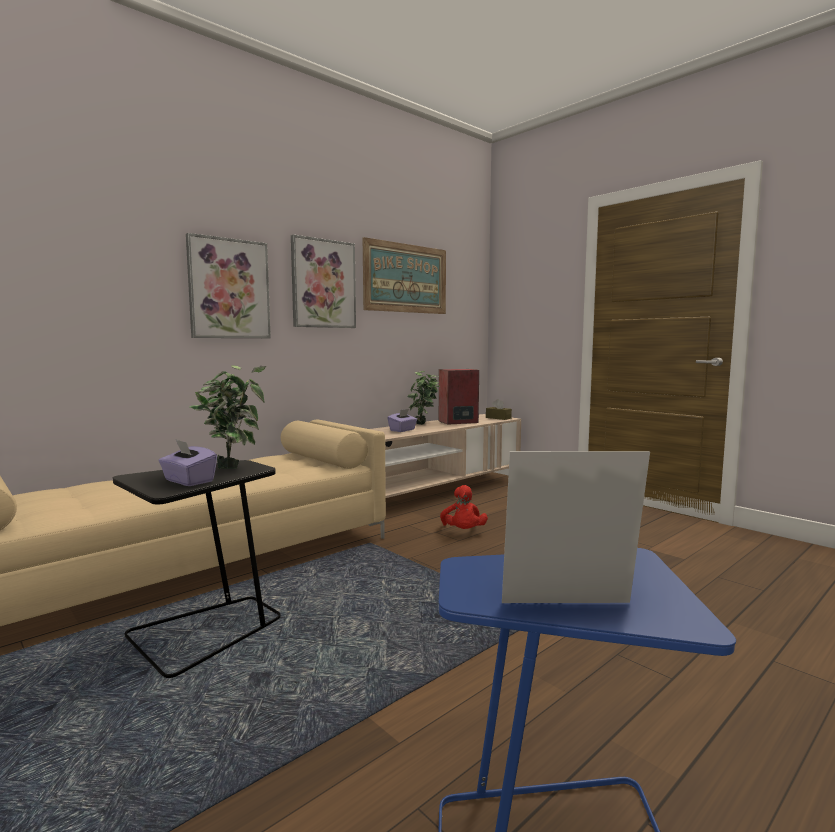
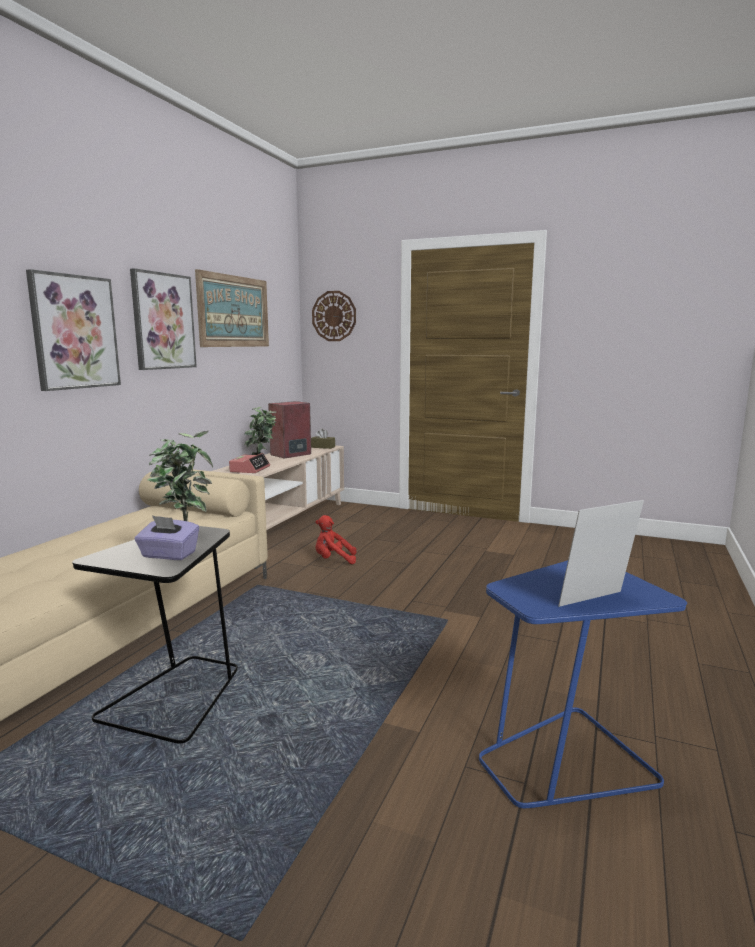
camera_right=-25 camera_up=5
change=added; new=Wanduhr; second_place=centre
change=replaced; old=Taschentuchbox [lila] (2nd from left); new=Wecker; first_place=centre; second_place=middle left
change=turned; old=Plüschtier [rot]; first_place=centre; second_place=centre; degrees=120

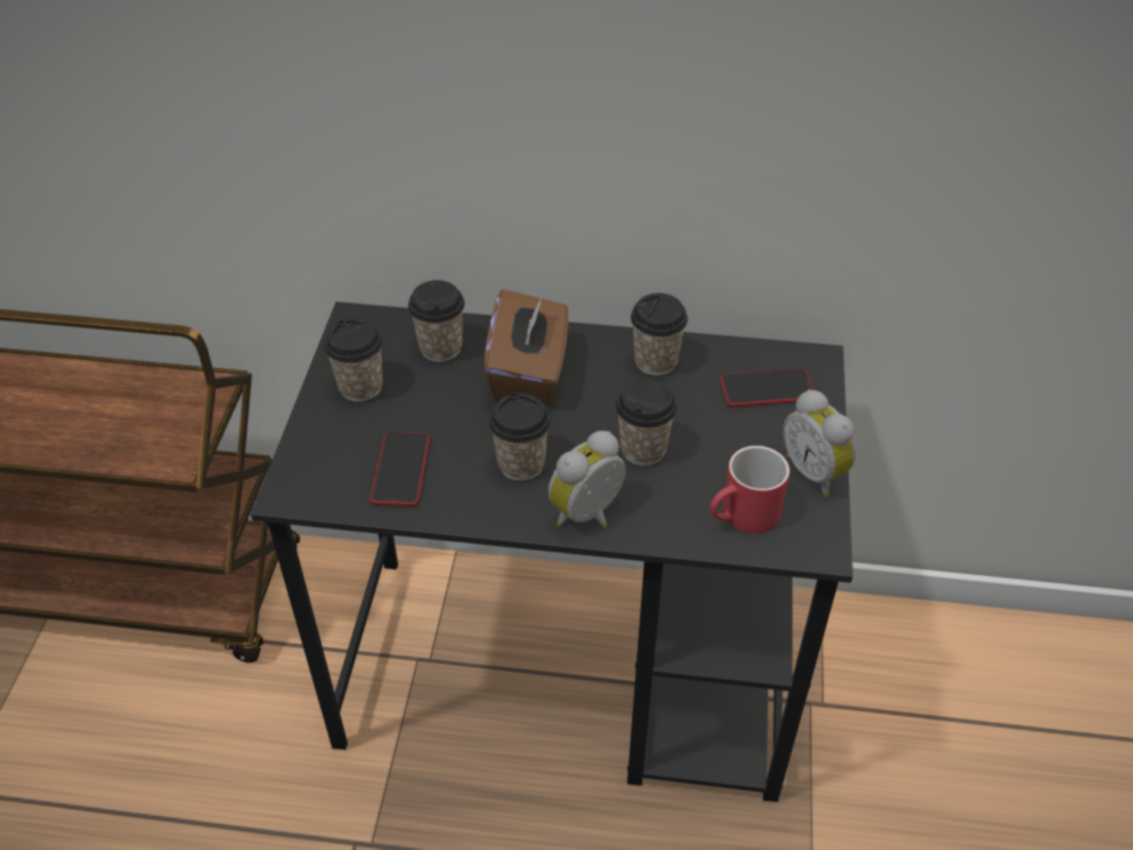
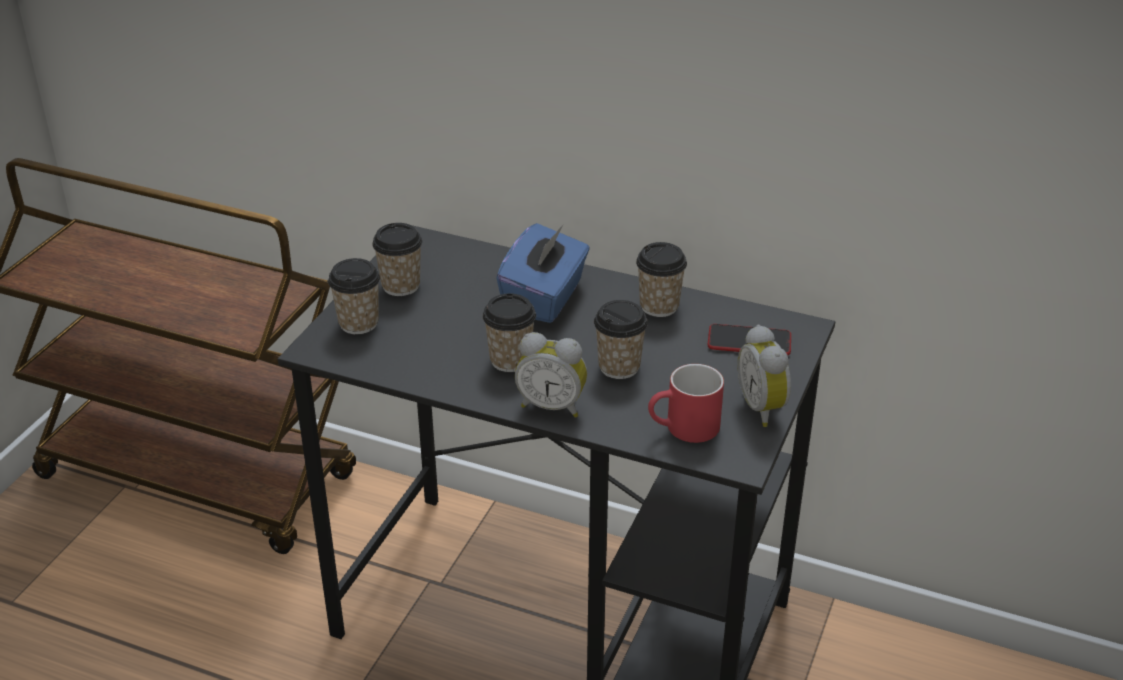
camera_right=15 camera_up=-10
change=removed; old=Handy (1st from left); first_place=centre
change=moved; old=Tasse (2nd from left in the first image); new=Tasse (1st from left); first_place=centre; second_place=middle left
change=recoloured; old=Taschentuchbox [braun]; new=Taschentuchbox [blau]; first_place=centre; second_place=centre
change=turned; old=Wecker (1st from left); first_place=centre; second_place=centre; degrees=-135

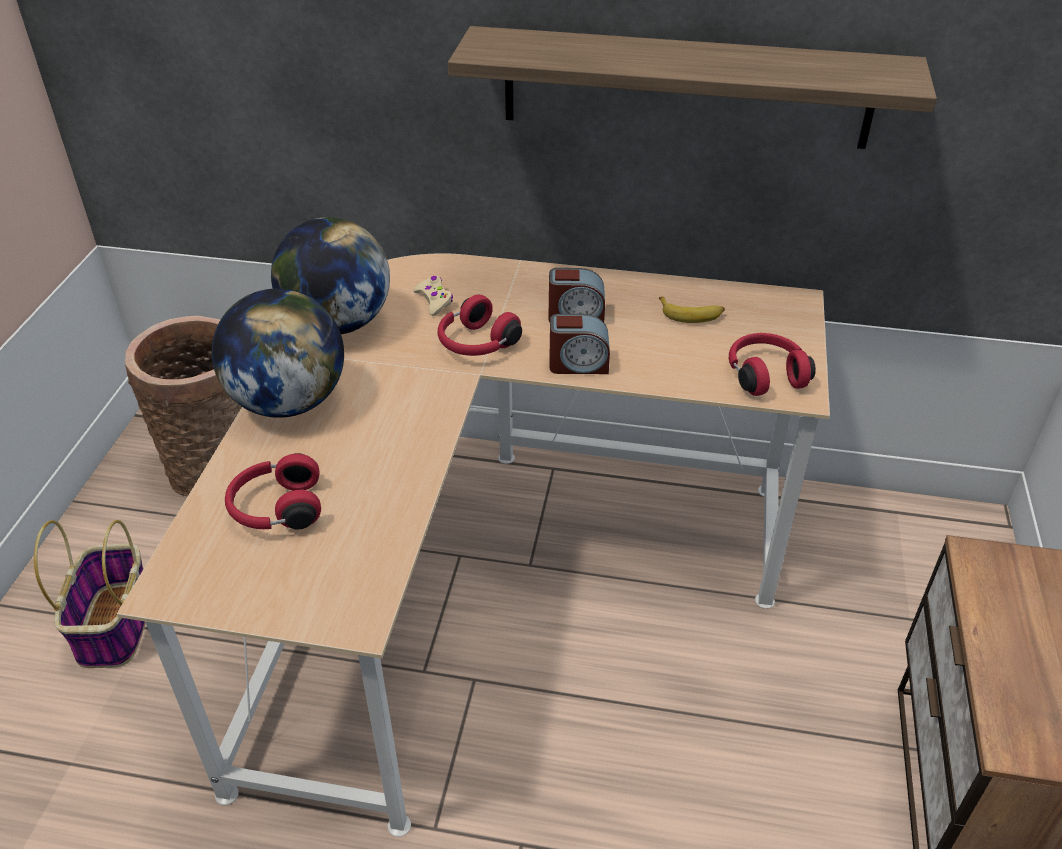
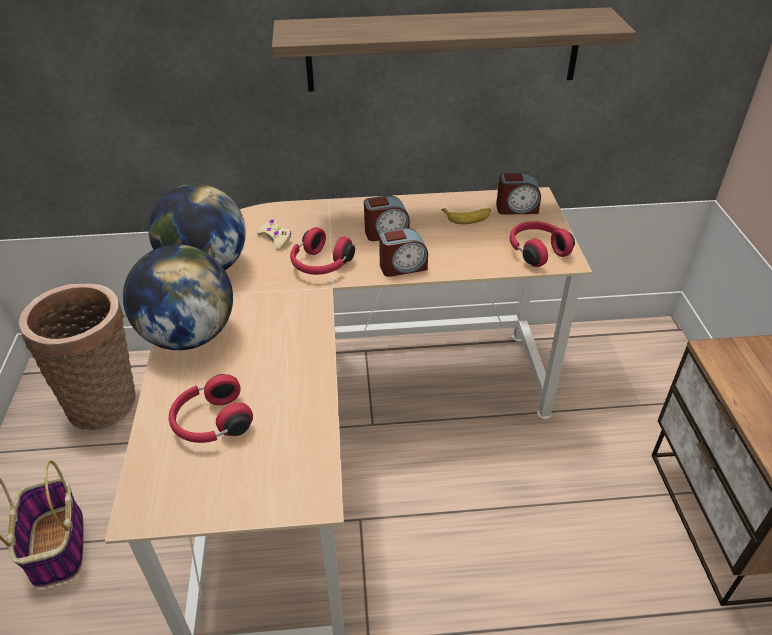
camera_right=-15 camera_up=0
change=added; new=Wecker (3rd from left); second_place=top right

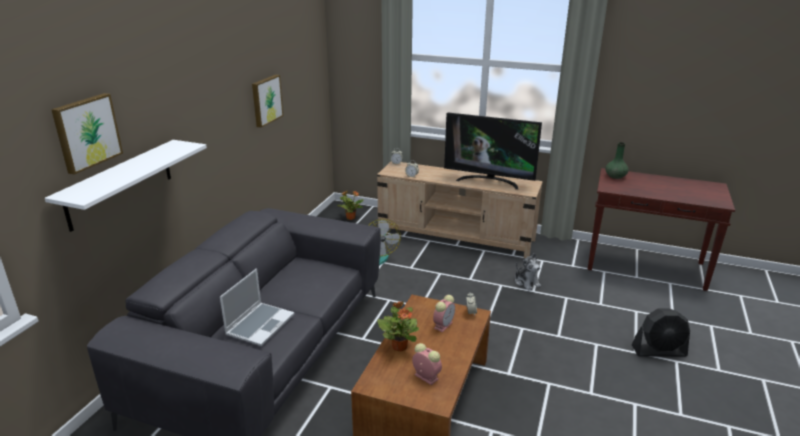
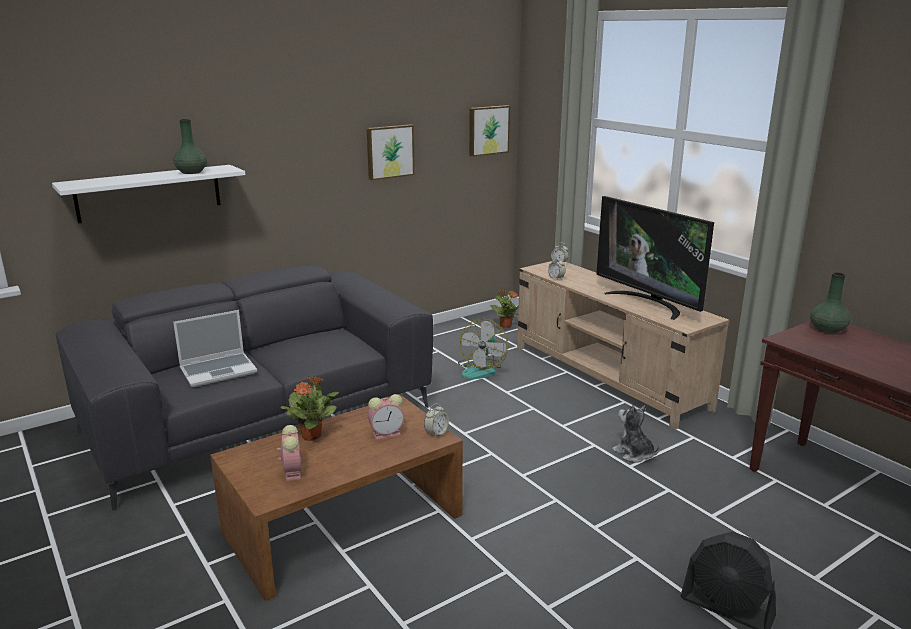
camera_right=35 camera_up=-5
change=added; new=Vase [grün] (1st from left); second_place=top left
change=moved; old=Bild (1st from left in the first image); new=Bild (2nd from left); first_place=top left; second_place=top centre
change=turned; old=Plüschtier; first_place=centre; second_place=bottom right; degrees=135

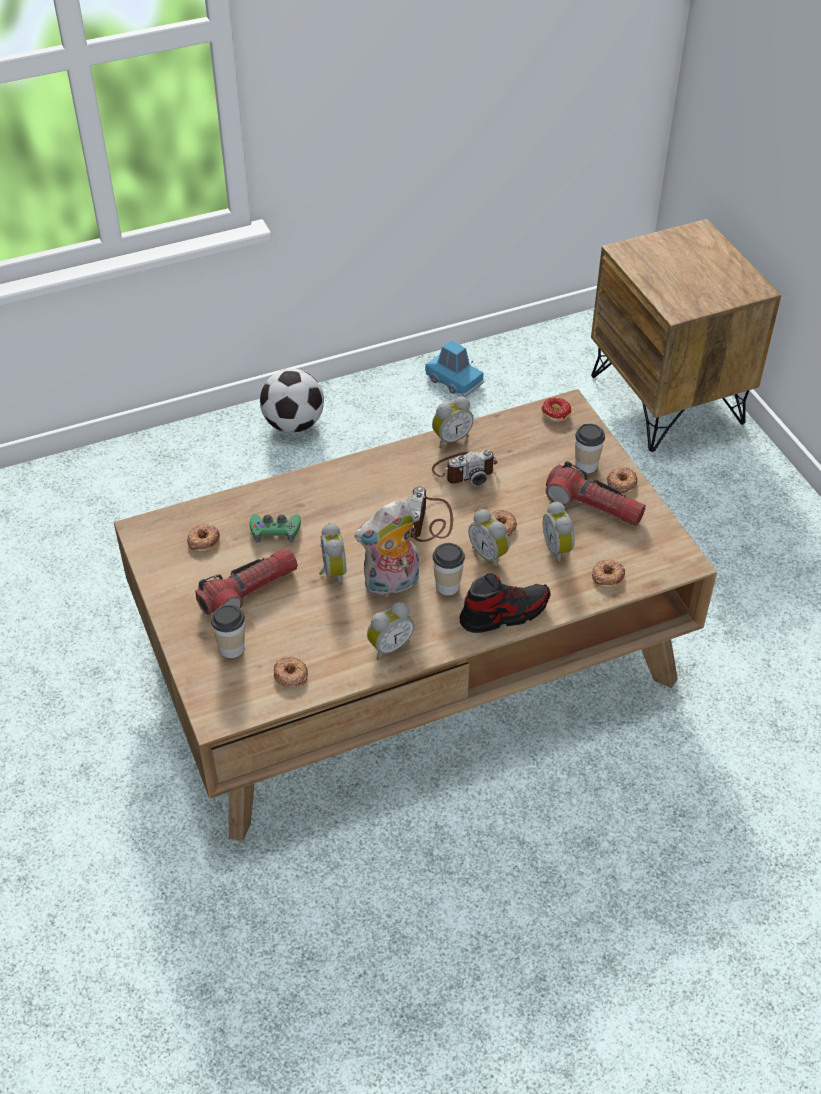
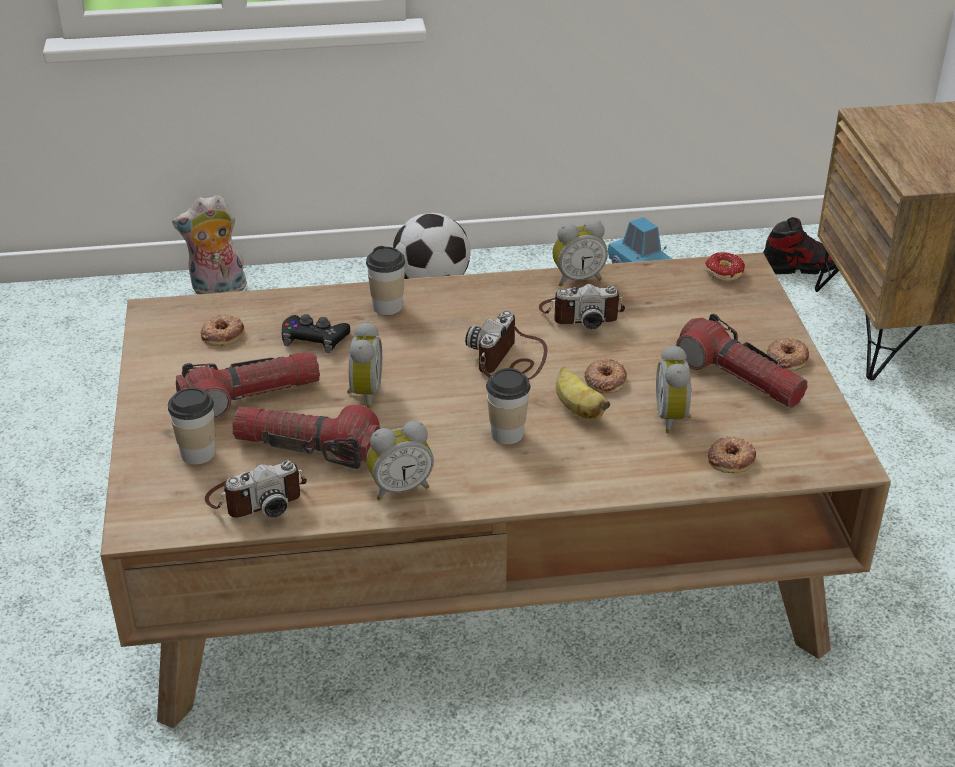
camera_right=15 camera_up=-10
change=added; new=Taschenlampe (2nd from left); second_place=middle left
change=moved; old=Plüschtier; first_place=centre; second_place=top left
change=moved; old=Schuh; first_place=centre; second_place=top right
change=moved; old=Tasse (3rd from left in the first image); new=Tasse (2nd from left); first_place=middle right; second_place=centre
change=replaced; old=Donut (2nd from left); new=Kamera (1st from left); first_place=centre; second_place=middle left
change=replaced; old=Wecker (4th from left); new=Banane; first_place=centre; second_place=centre
change=recoloured; old=Gamepad [grün]; new=Gamepad [schwarz]; first_place=centre; second_place=middle left

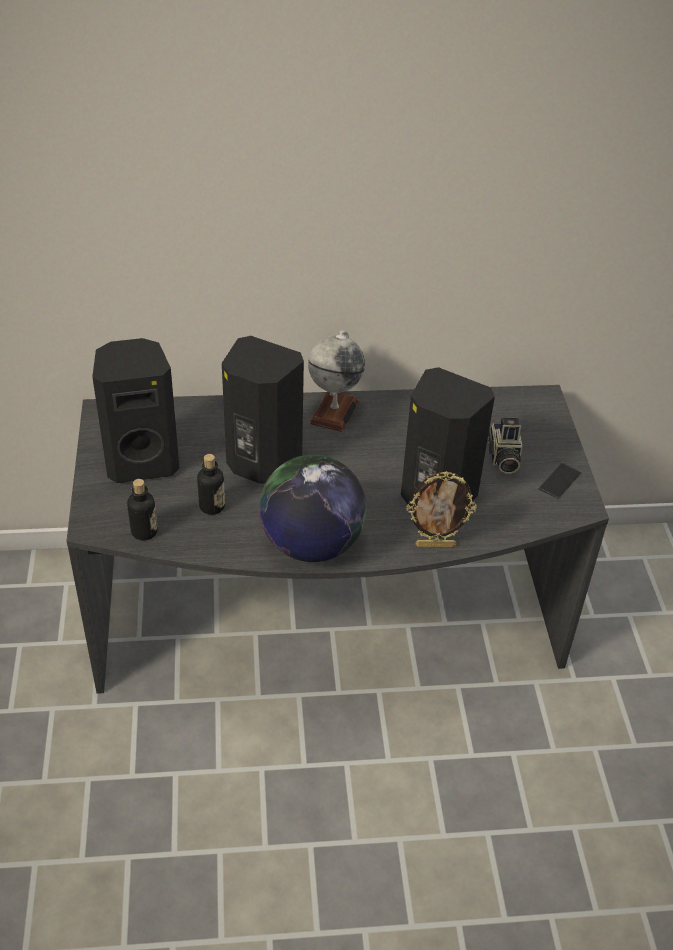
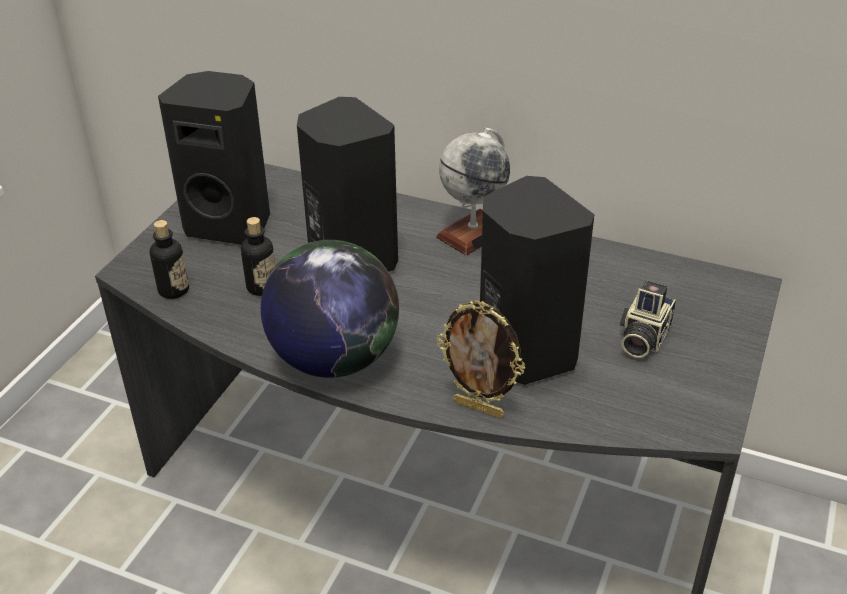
camera_right=30 camera_up=-5
change=removed; old=Handy; first_place=middle right

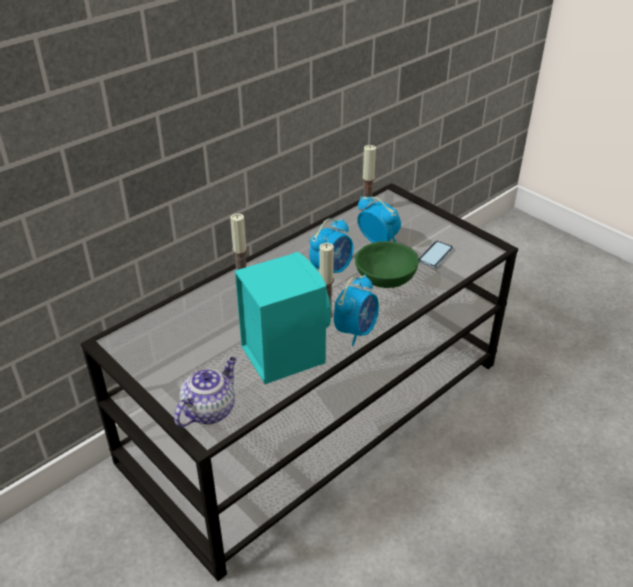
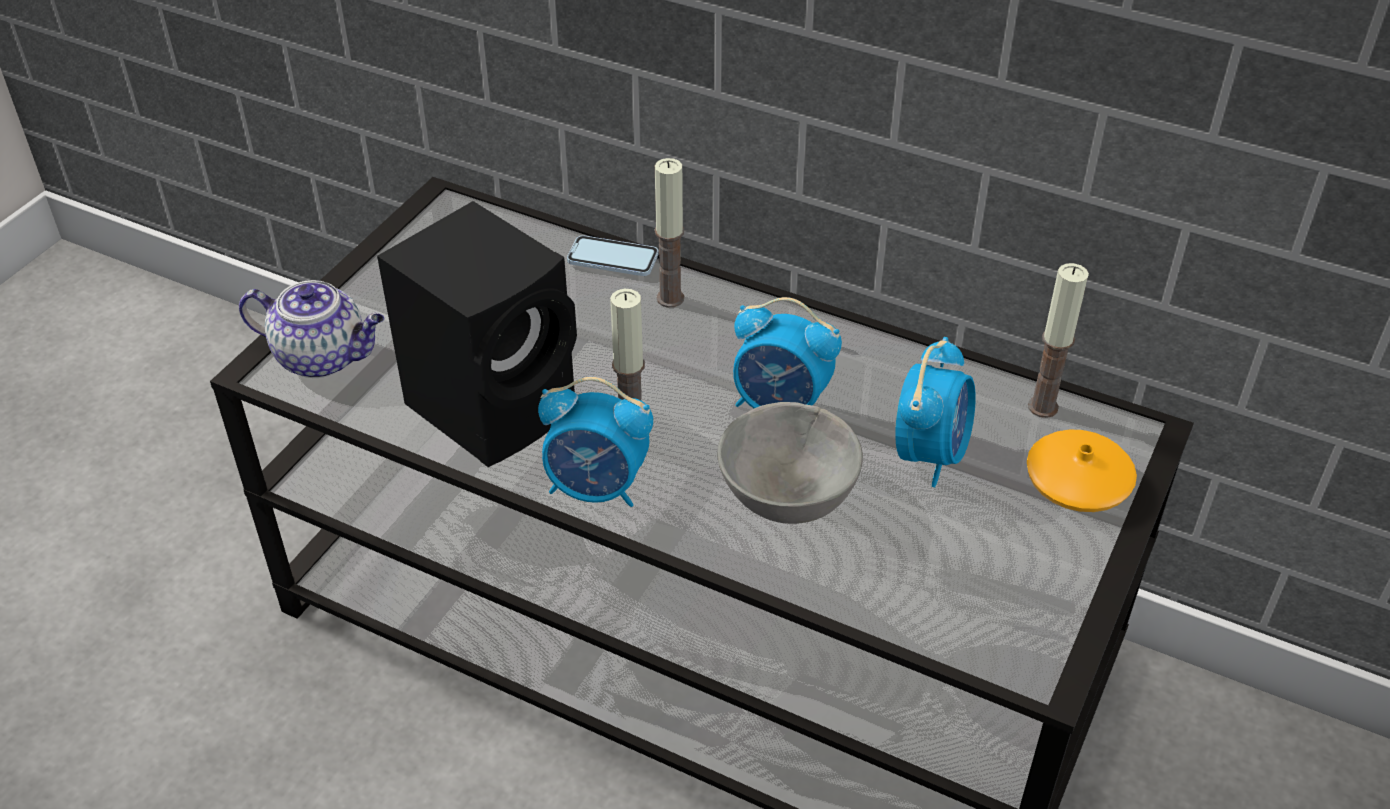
camera_right=70 camera_up=5
change=added; new=Vase [orange]; second_place=middle right
change=moved; old=Handy; first_place=middle right; second_place=top centre
change=recoloured; old=Lautsprecher [türkis]; new=Lautsprecher [schwarz]; first_place=centre; second_place=centre
change=recoloured; old=Schüssel [grün]; new=Schüssel [grau]; first_place=centre; second_place=centre

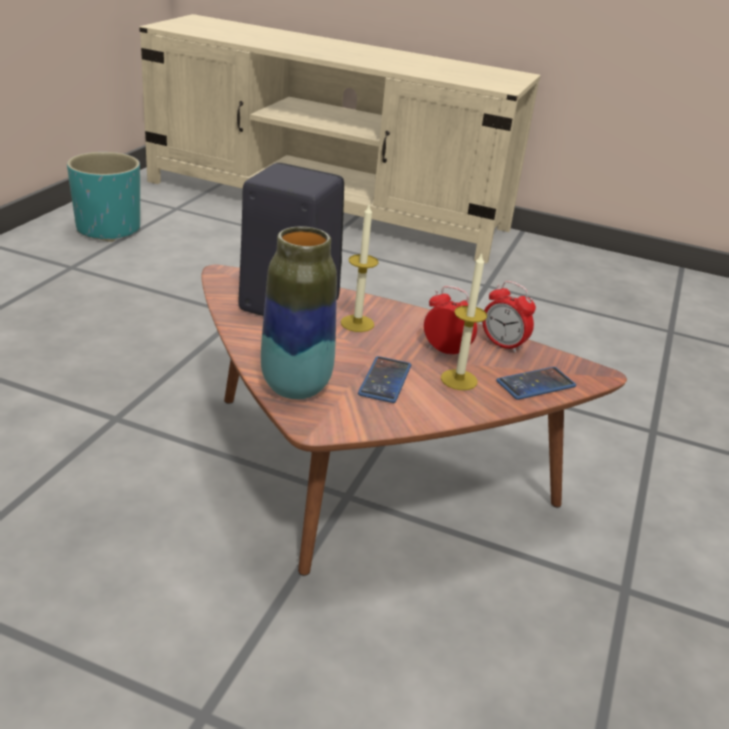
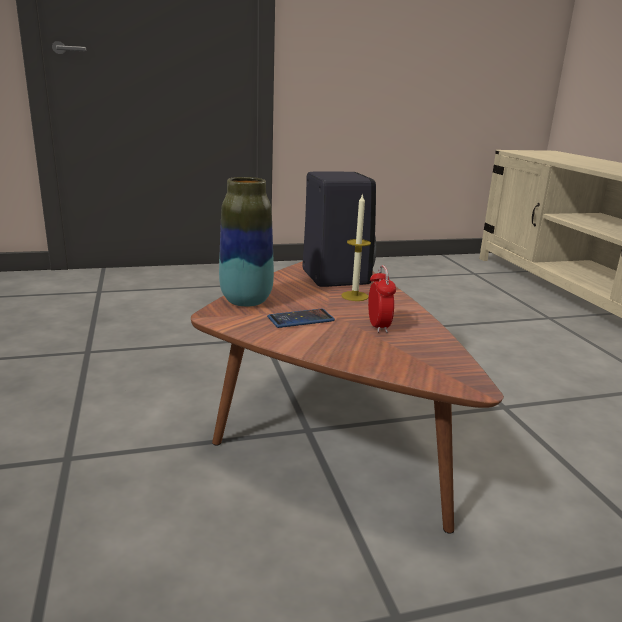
camera_right=55 camera_up=-10
change=removed; old=Pflanzkübel [türkis]; first_place=top left
change=removed; old=Kerze (2nd from left); first_place=centre
change=removed; old=Wecker (2nd from left); first_place=middle right
change=removed; old=Handy (2nd from left); first_place=middle right

